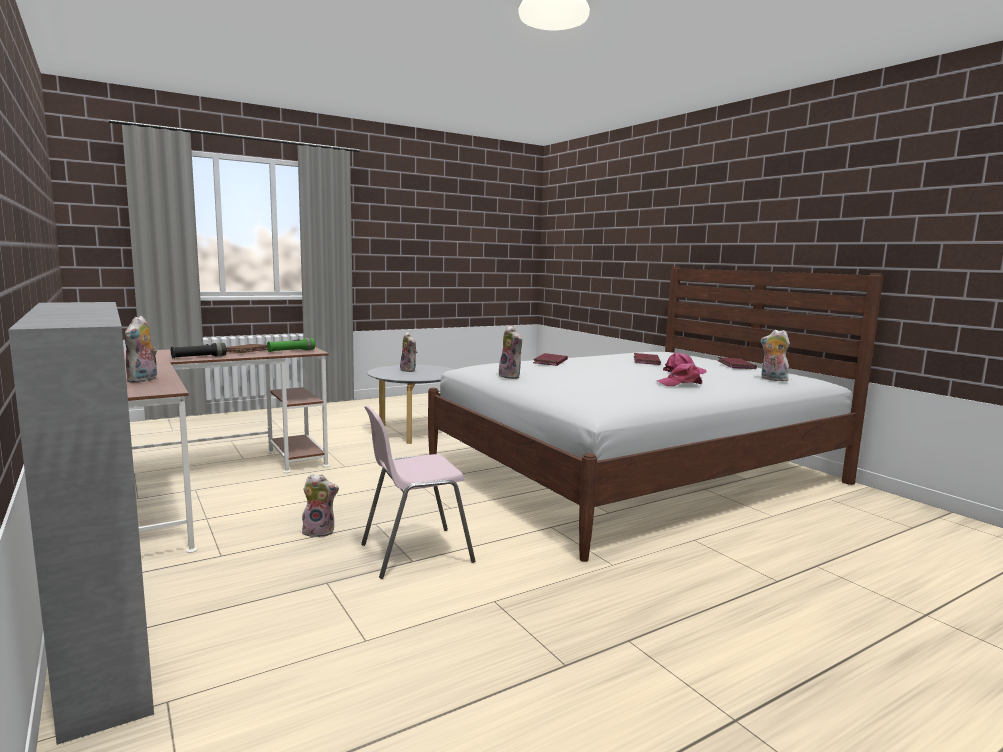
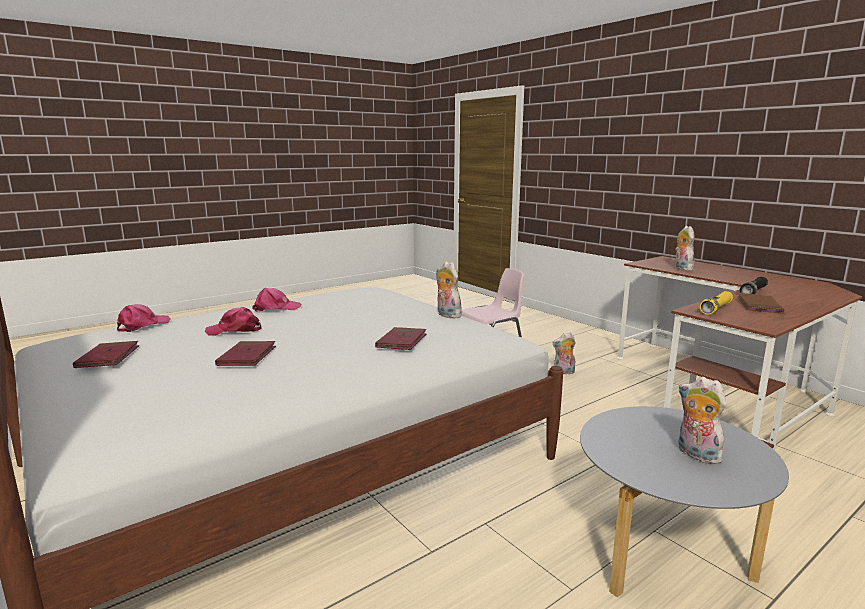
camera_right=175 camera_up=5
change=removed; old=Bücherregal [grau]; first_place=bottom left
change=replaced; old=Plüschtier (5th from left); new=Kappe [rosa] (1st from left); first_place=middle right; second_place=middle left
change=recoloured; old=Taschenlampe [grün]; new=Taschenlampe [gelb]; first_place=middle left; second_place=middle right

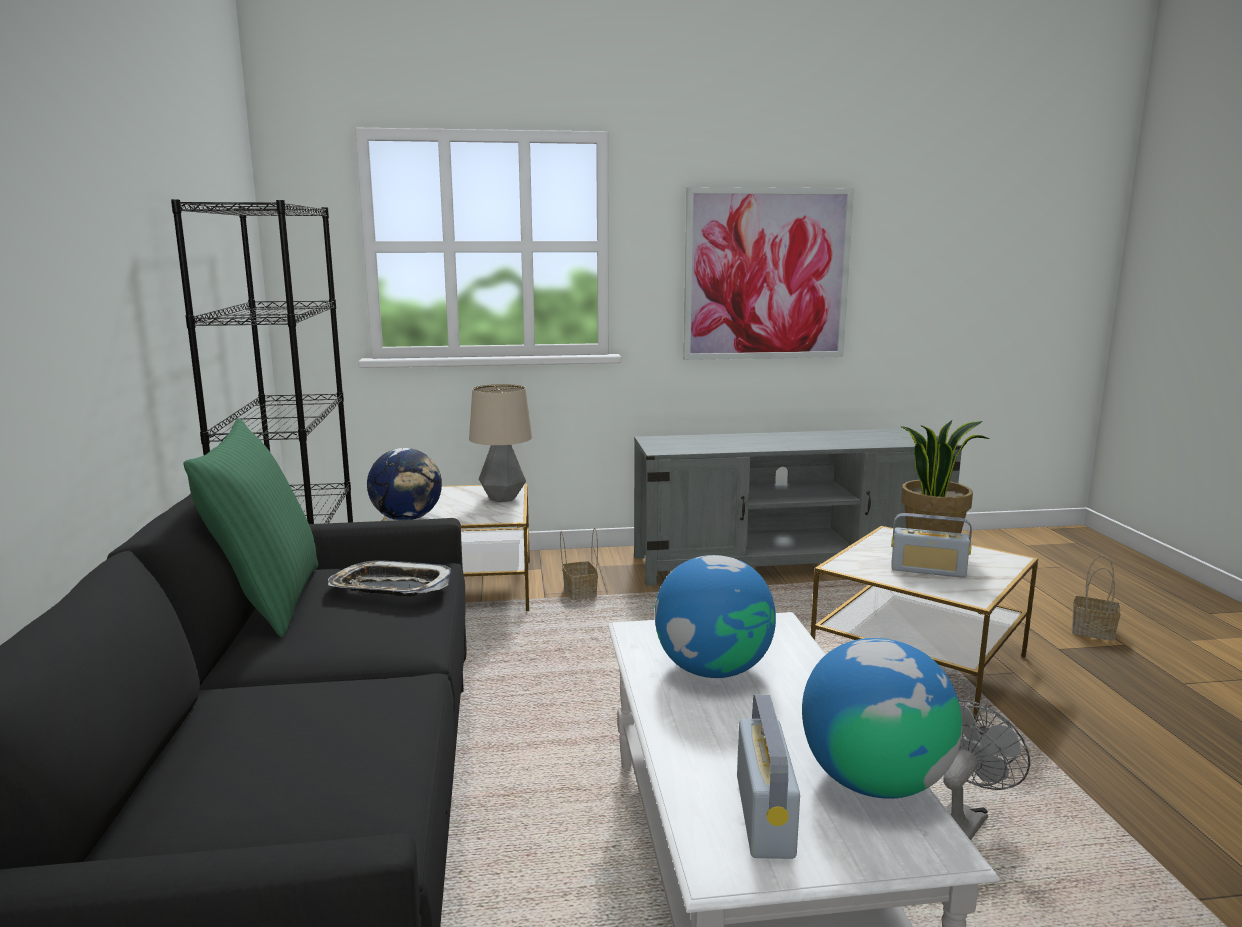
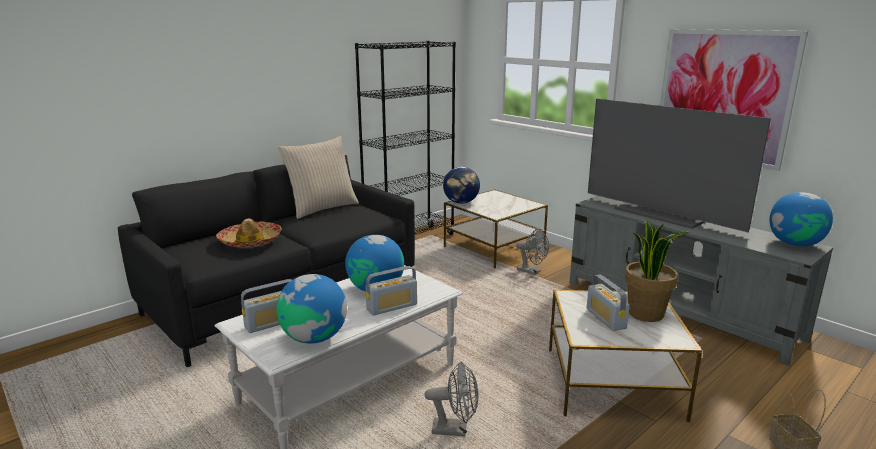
camera_right=55 camera_up=5
change=removed; old=Tablett; first_place=middle left
change=removed; old=Tischlampe; first_place=centre
change=added; new=Hut; second_place=middle left
change=added; new=Radio (2nd from left); second_place=centre
change=added; new=Fernseher; second_place=middle right
change=added; new=Globus (4th from left); second_place=middle right
change=replaced; old=Korb (1st from left); new=Ventilator [grau] (2nd from left); first_place=centre; second_place=centre
change=recoloured; old=Kissen [grün]; new=Kissen [beige]; first_place=middle left; second_place=centre

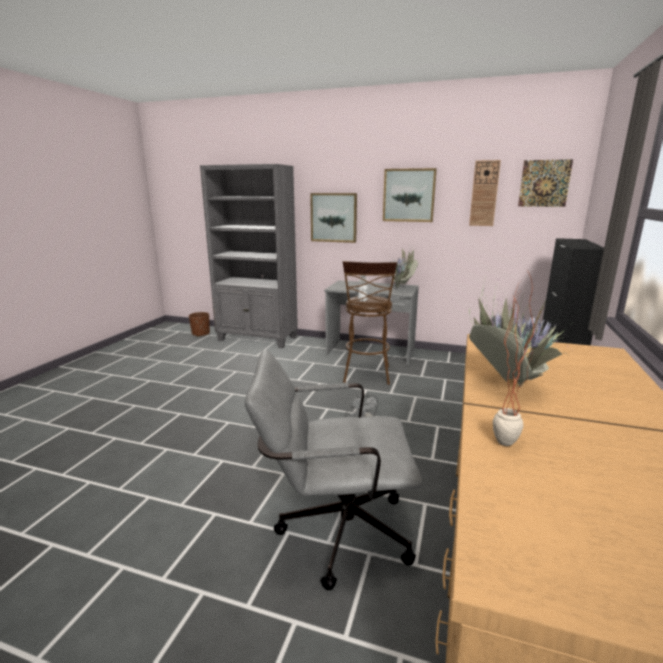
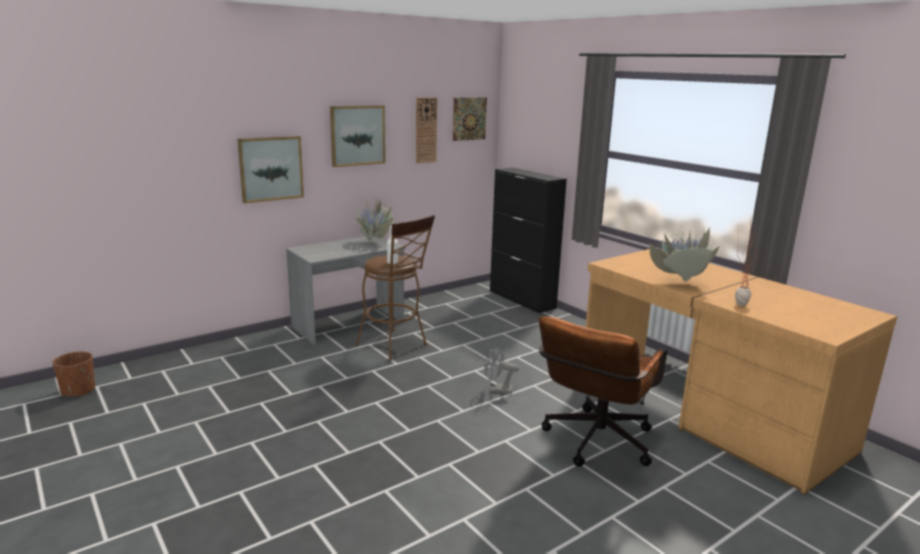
camera_right=-55 camera_up=0
change=removed; old=Bücherregal [grau]; first_place=centre
change=recoloured; old=Bürostuhl [grau]; new=Bürostuhl [braun]; first_place=bottom centre; second_place=bottom centre

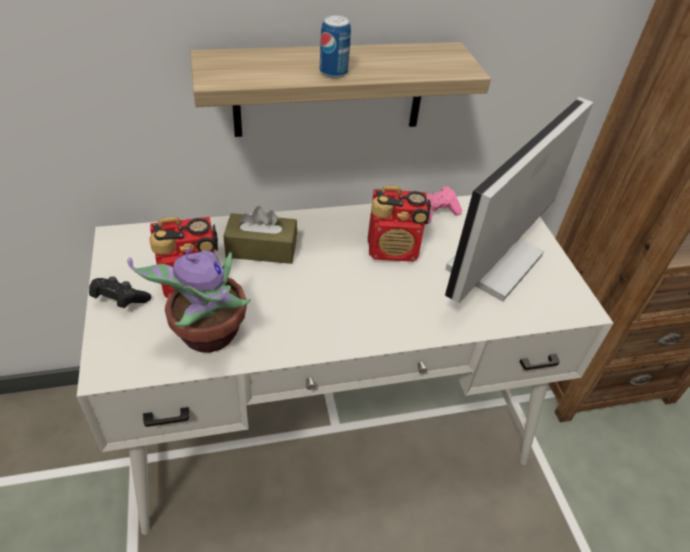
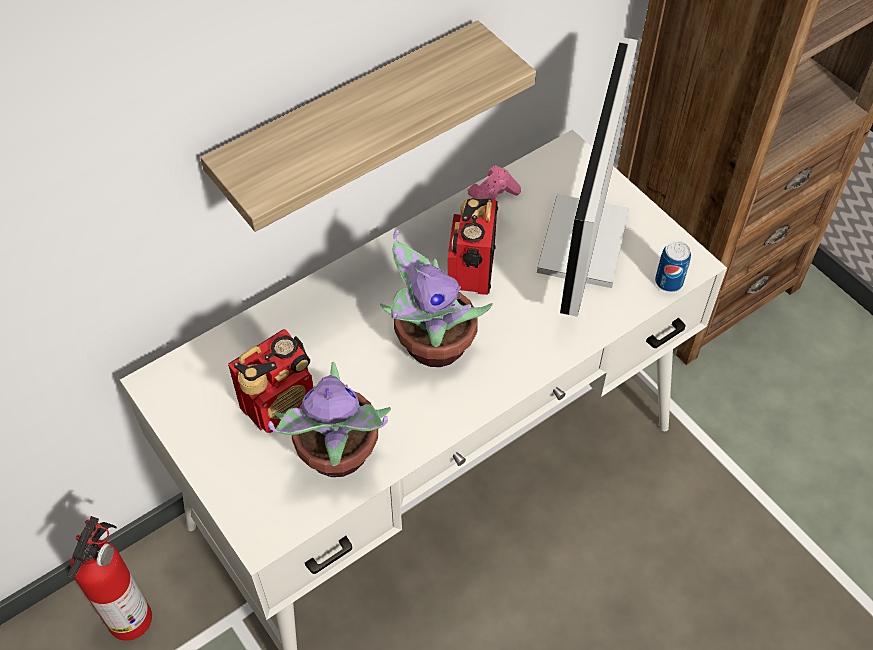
camera_right=-20 camera_up=10
change=removed; old=Gamepad [schwarz]; first_place=middle left
change=removed; old=Taschentuchbox [braun]; first_place=centre
change=added; new=Feuerlöscher; second_place=bottom left
change=added; new=Topfpflanze (2nd from left); second_place=centre
change=moved; old=Dose; first_place=top centre; second_place=middle right
change=turned; old=Radio (2nd from left); first_place=centre; second_place=centre; degrees=120

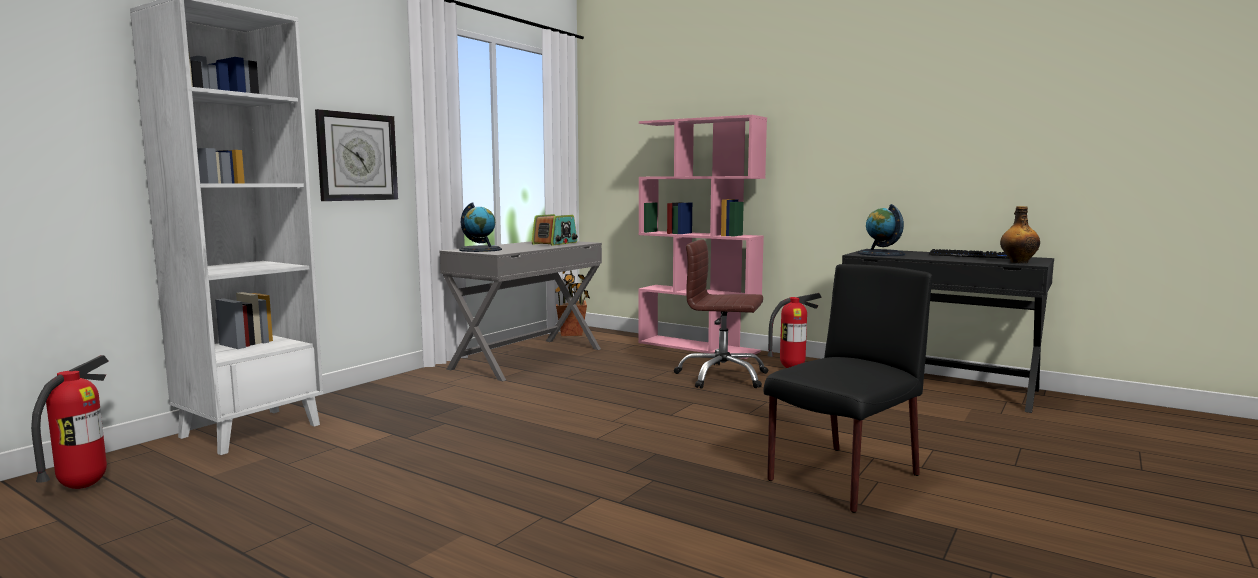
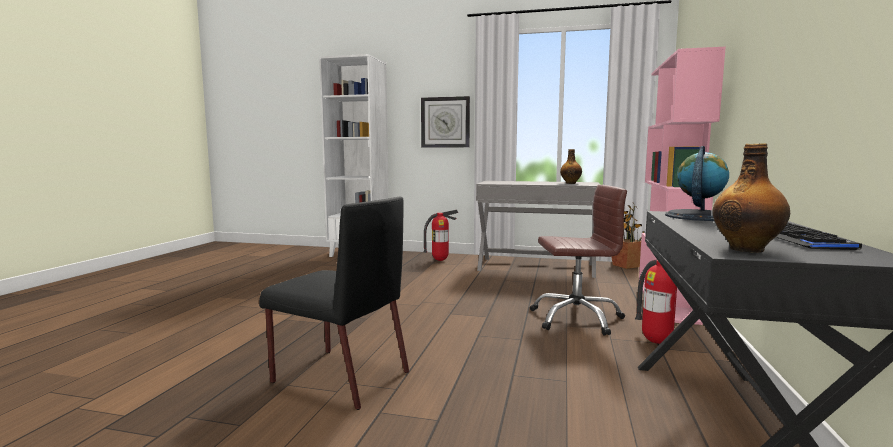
camera_right=70 camera_up=0
change=removed; old=Globus (1st from left); first_place=centre
change=moved; old=Feuerlöscher (1st from left); first_place=bottom left; second_place=centre
change=replaced; old=Radio; new=Flasche (1st from left); first_place=centre; second_place=centre
change=turned; old=Bürostuhl [braun]; first_place=centre; second_place=centre; degrees=90

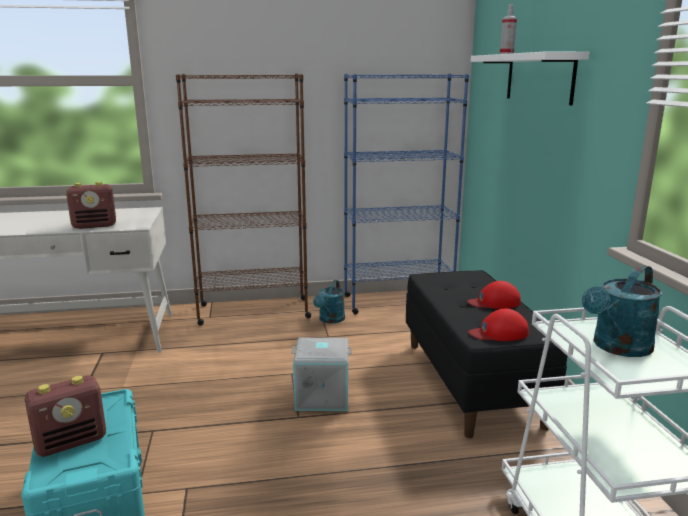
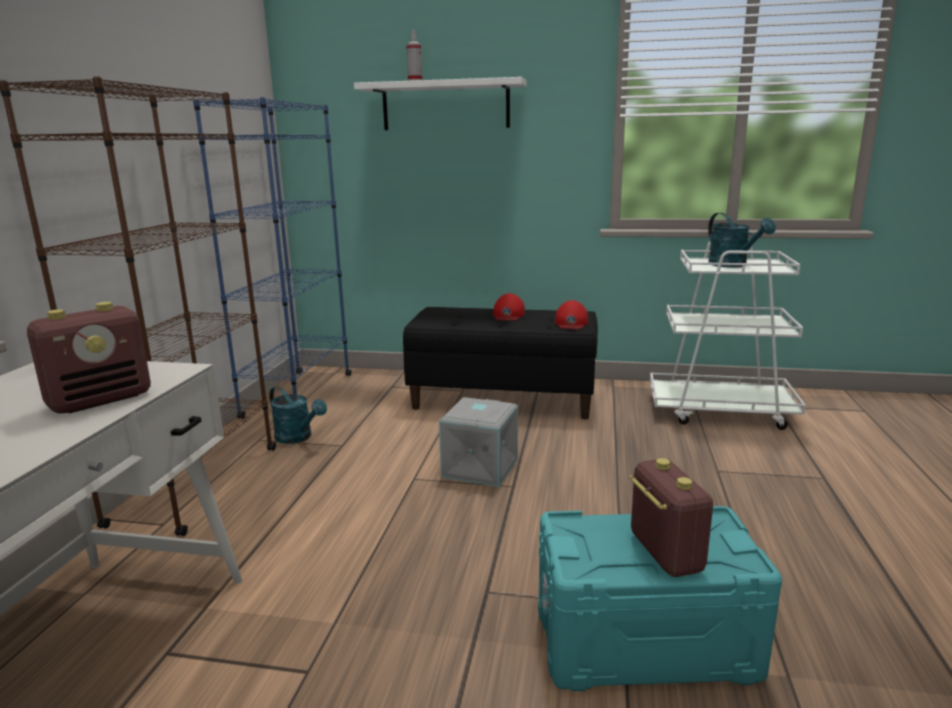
camera_right=-70 camera_up=0
change=turned; old=Radio (2nd from left in the first image); first_place=middle left; second_place=middle left; degrees=45

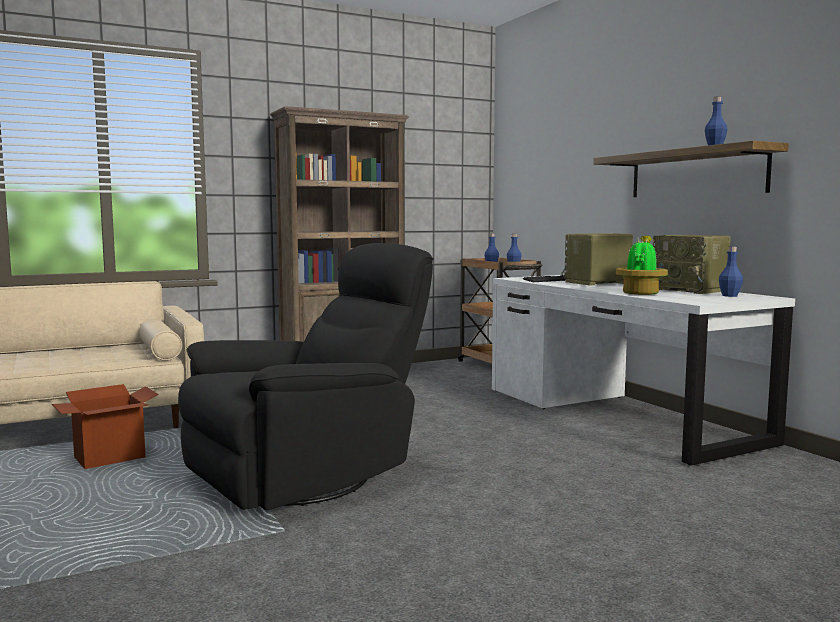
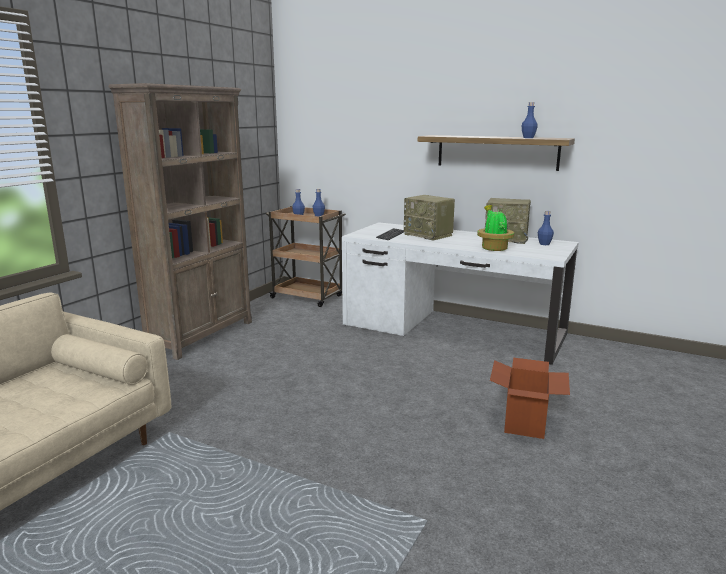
camera_right=-35 camera_up=10
change=removed; old=Sessel [schwarz]; first_place=centre
change=moved; old=Karton; first_place=bottom left; second_place=bottom right
change=turned; old=Radio (1st from left); first_place=middle right; second_place=centre; degrees=-75

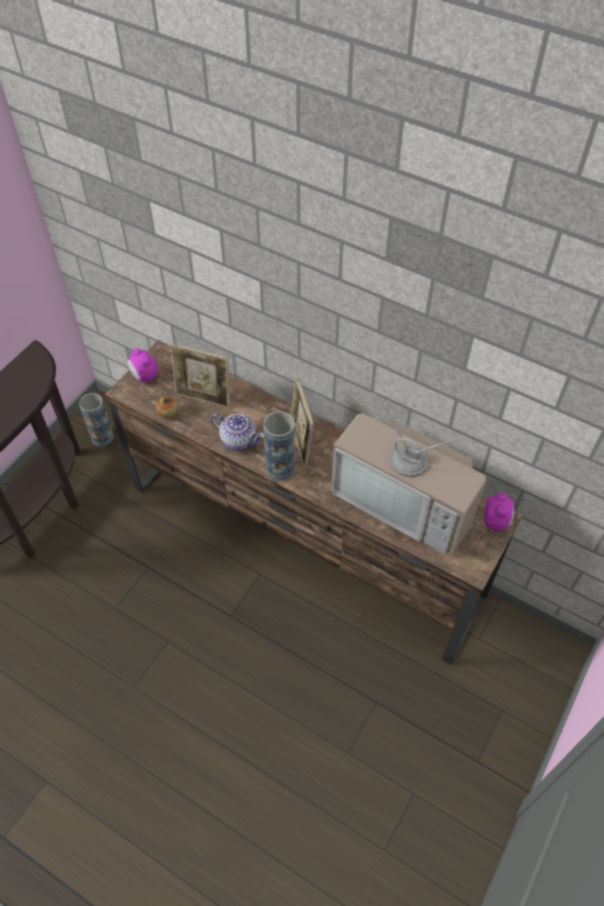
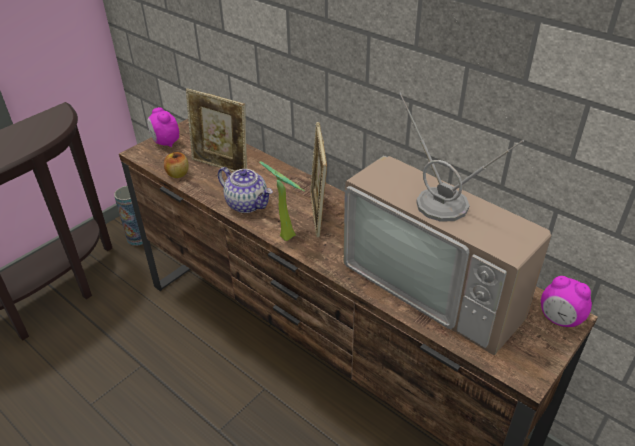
camera_right=10 camera_up=-15
change=replaced; old=Vase (2nd from left); new=Topfpflanze; first_place=centre; second_place=centre
change=turned; old=Wecker (2nd from left); first_place=middle right; second_place=bottom right; degrees=105

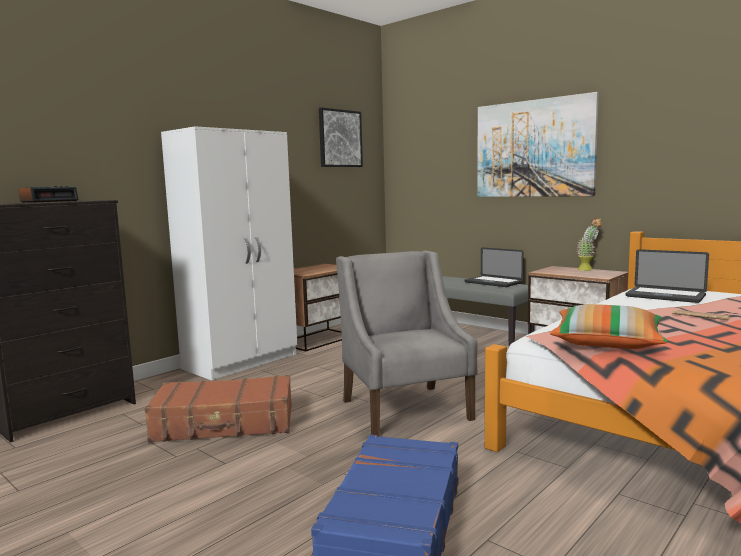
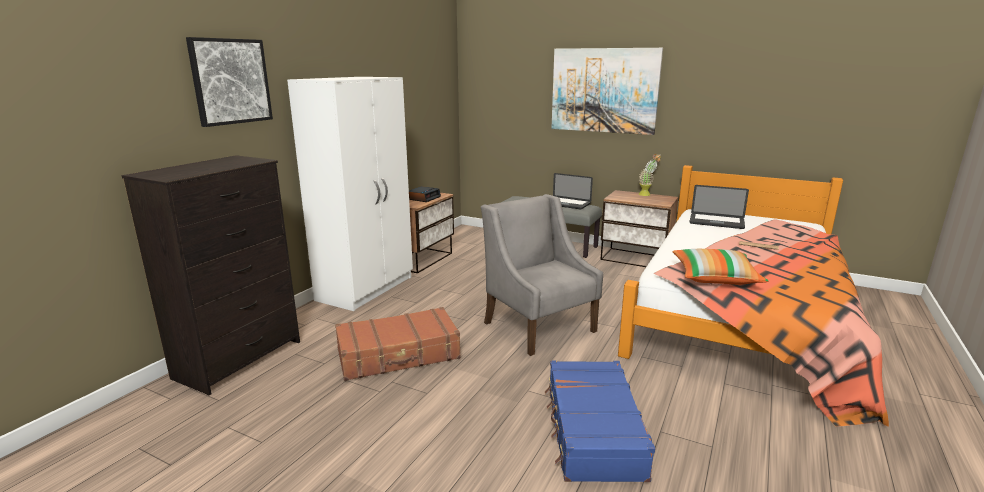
camera_right=-15 camera_up=10
change=moved; old=Wecker; first_place=middle left; second_place=centre
change=moved; old=Bild (1st from left); first_place=top centre; second_place=top left

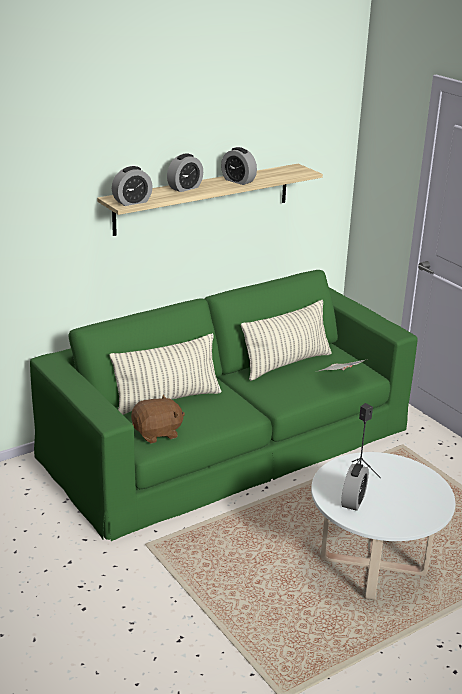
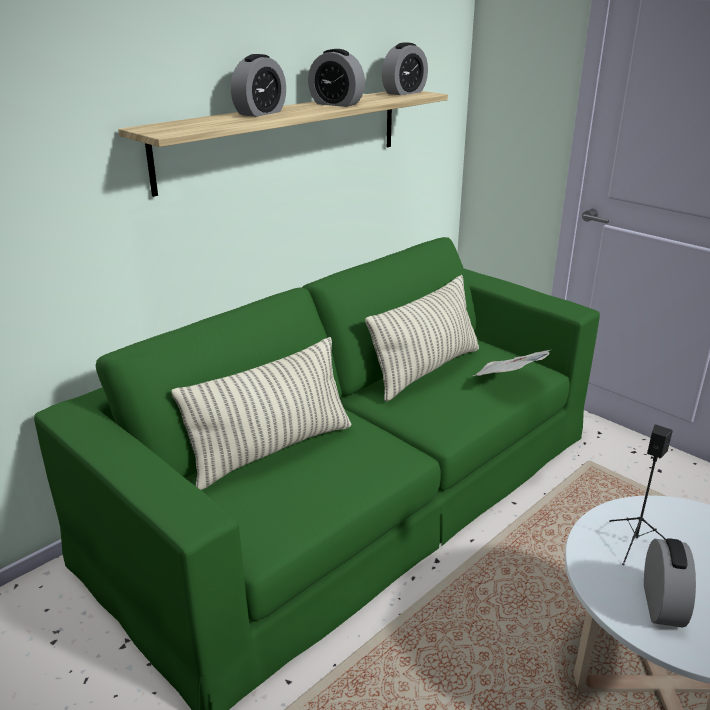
camera_right=-10 camera_up=0
change=removed; old=Plüschtier [braun]; first_place=centre
change=moved; old=Wecker (1st from left in the first image); new=Wecker (3rd from left); first_place=top left; second_place=top centre

